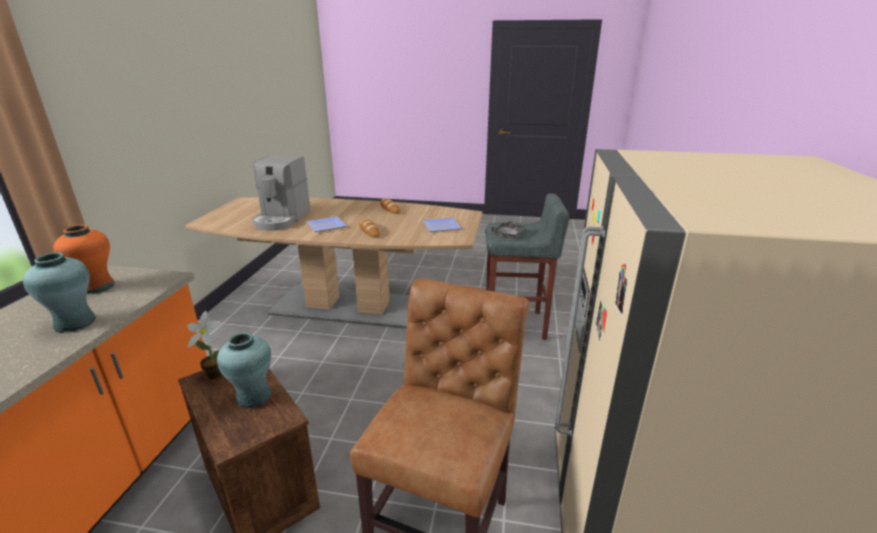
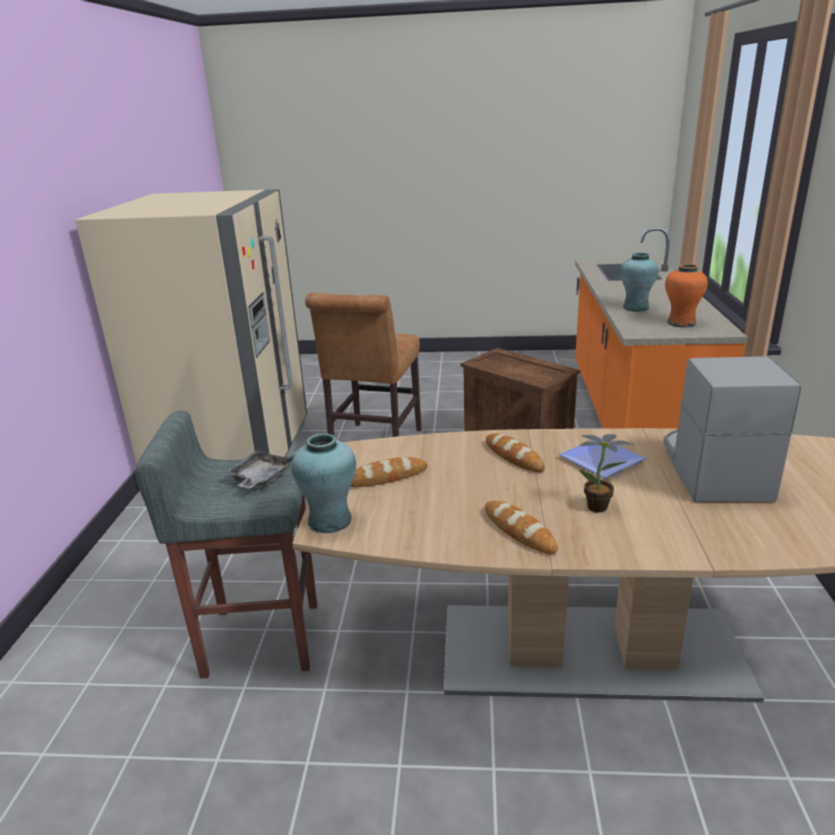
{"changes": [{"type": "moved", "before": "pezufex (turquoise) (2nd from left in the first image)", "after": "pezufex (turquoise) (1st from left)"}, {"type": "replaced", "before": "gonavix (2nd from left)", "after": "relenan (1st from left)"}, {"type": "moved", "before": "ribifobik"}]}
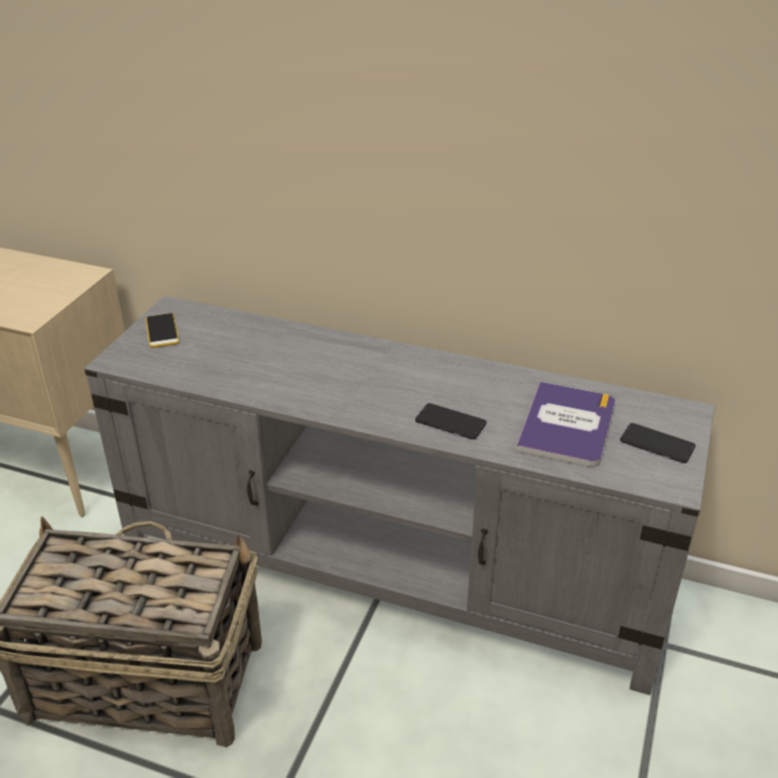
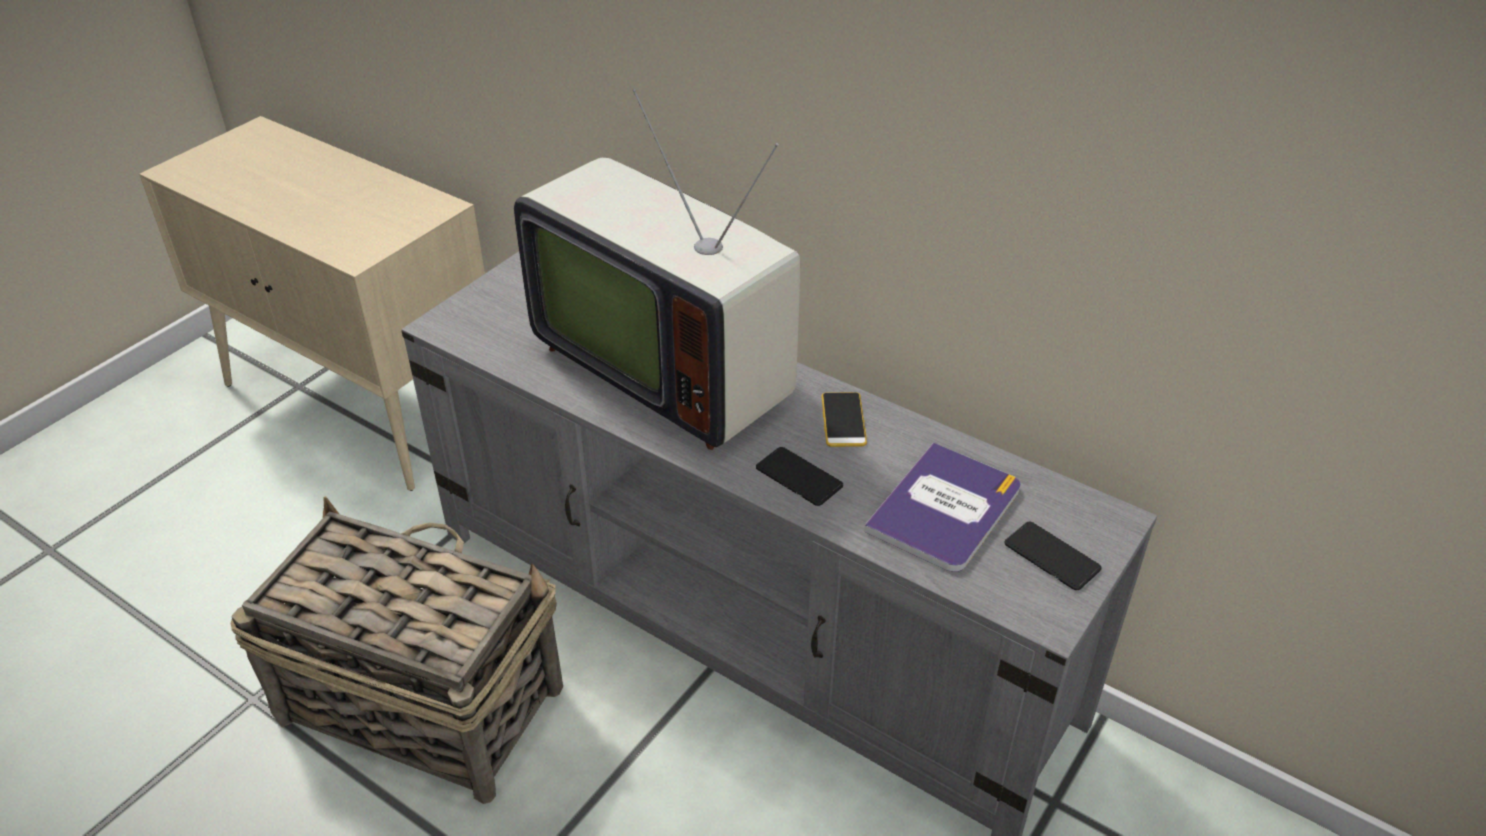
{"changes": [{"type": "added", "after": "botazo"}, {"type": "moved", "before": "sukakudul (1st from left in the first image)", "after": "sukakudul (2nd from left)"}]}
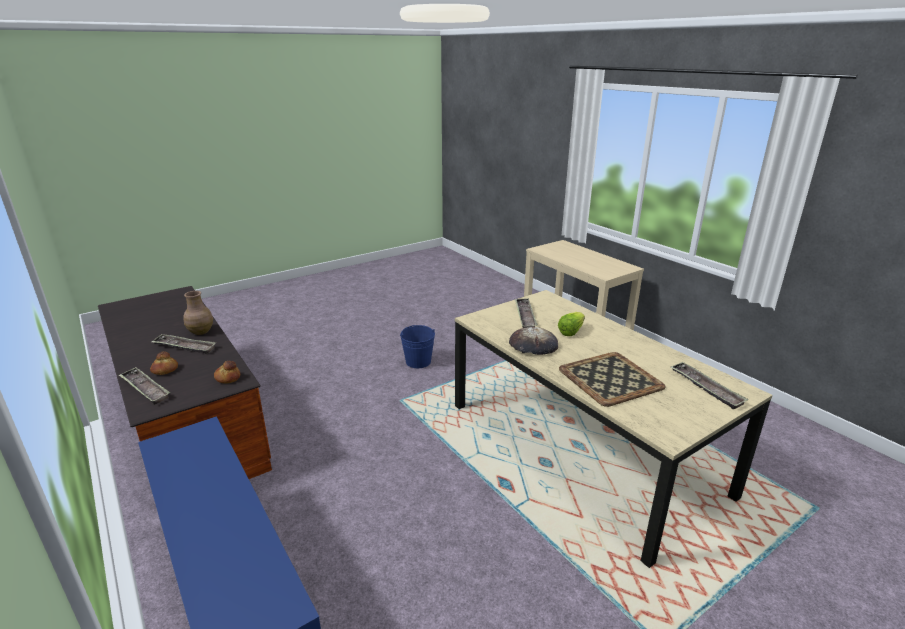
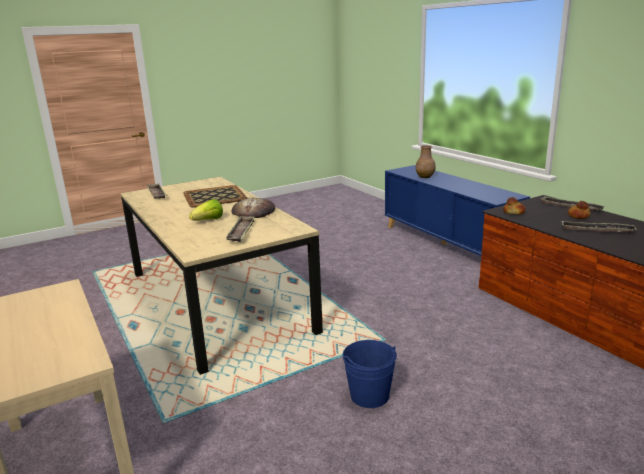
{"changes": [{"type": "moved", "before": "pezufex (brown)"}]}
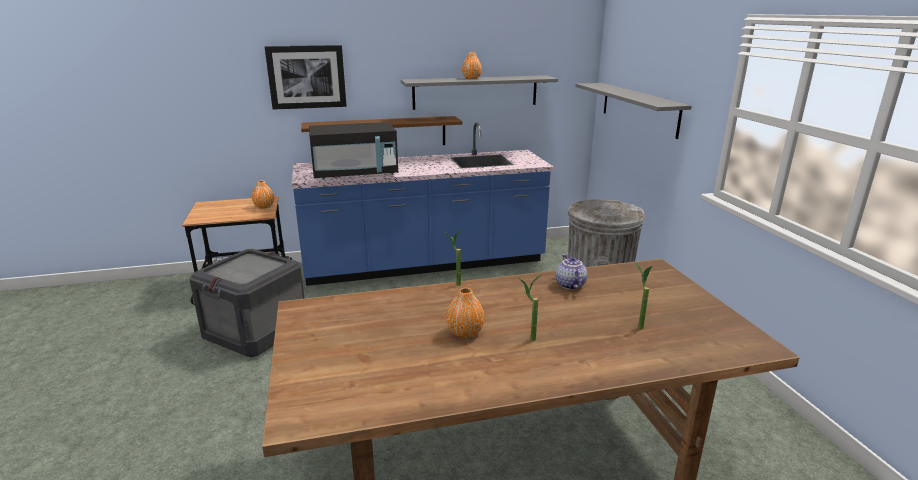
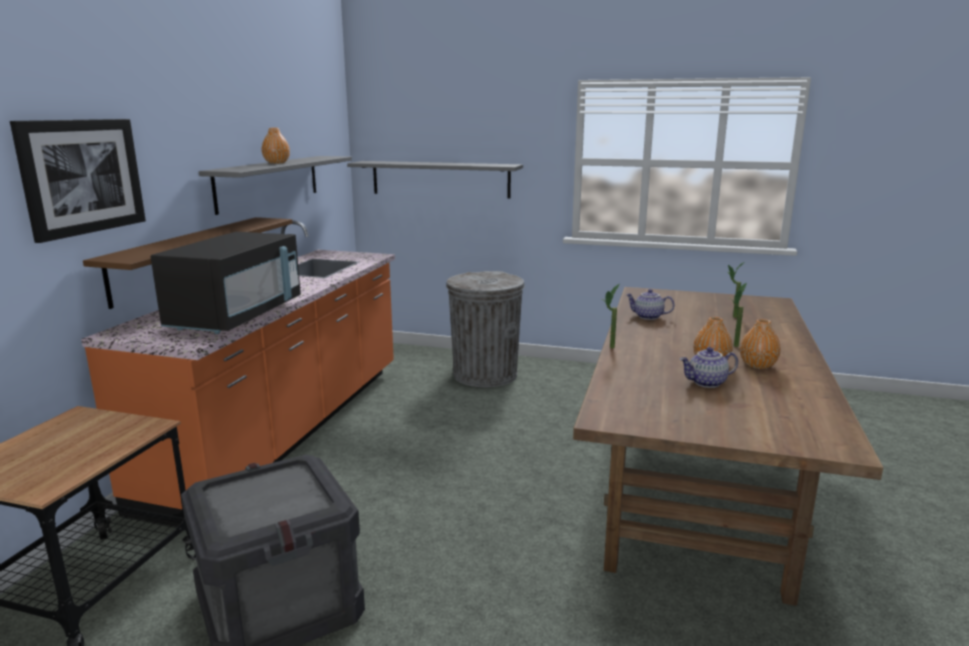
{"changes": [{"type": "recoloured", "before": "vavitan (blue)", "after": "vavitan (orange)"}, {"type": "added", "after": "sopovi (2nd from left)"}, {"type": "moved", "before": "pezufex (orange) (1st from left in the first image)", "after": "pezufex (orange) (3rd from left)"}]}
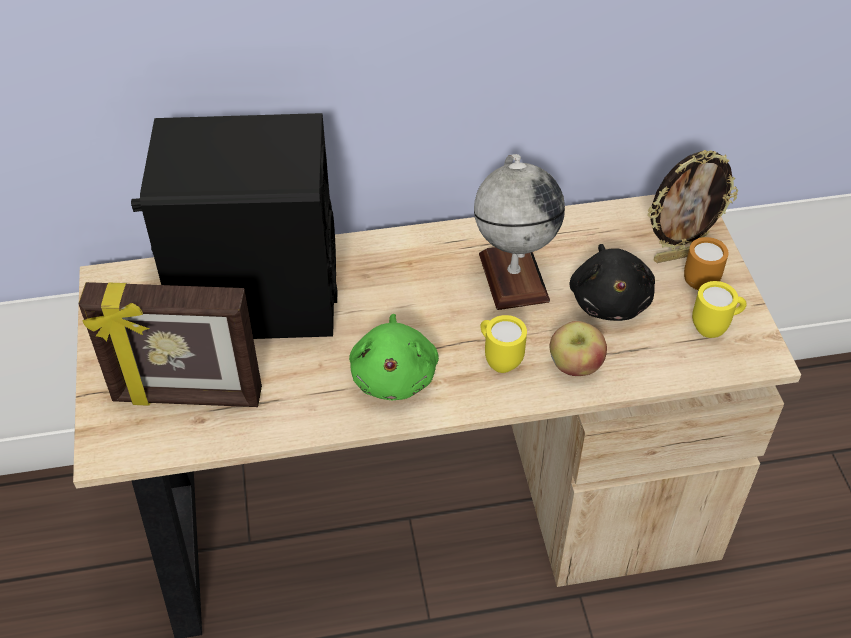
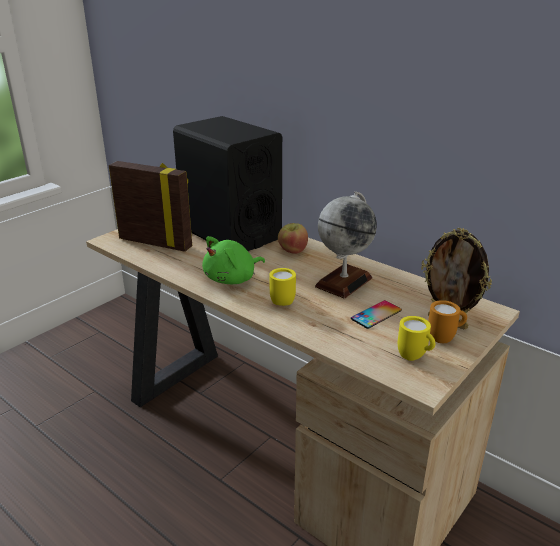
{"changes": [{"type": "turned", "before": "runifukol (1st from left)", "turn": 150}, {"type": "moved", "before": "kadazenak"}, {"type": "replaced", "before": "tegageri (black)", "after": "sukakudul"}]}
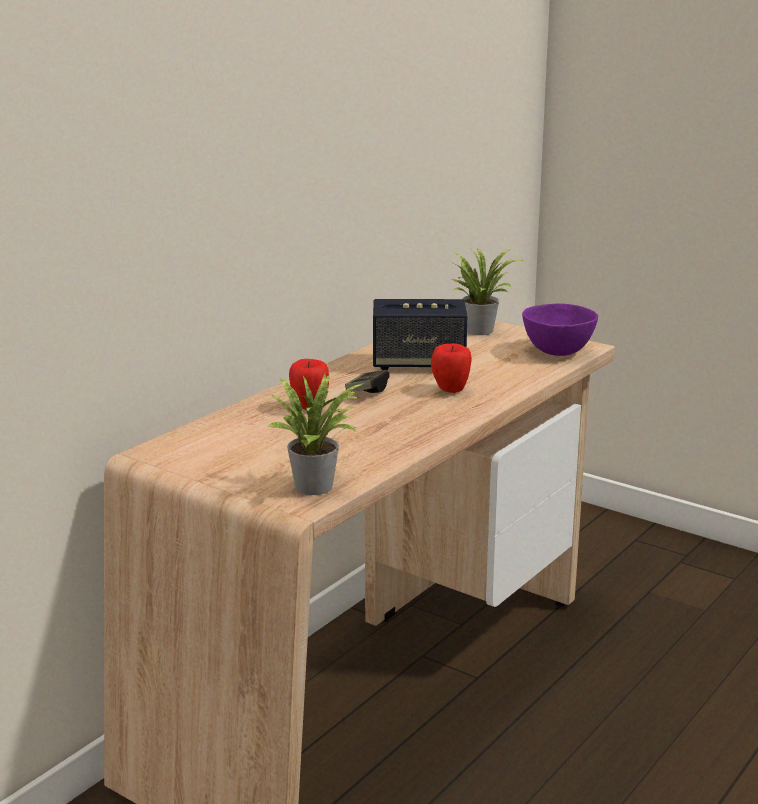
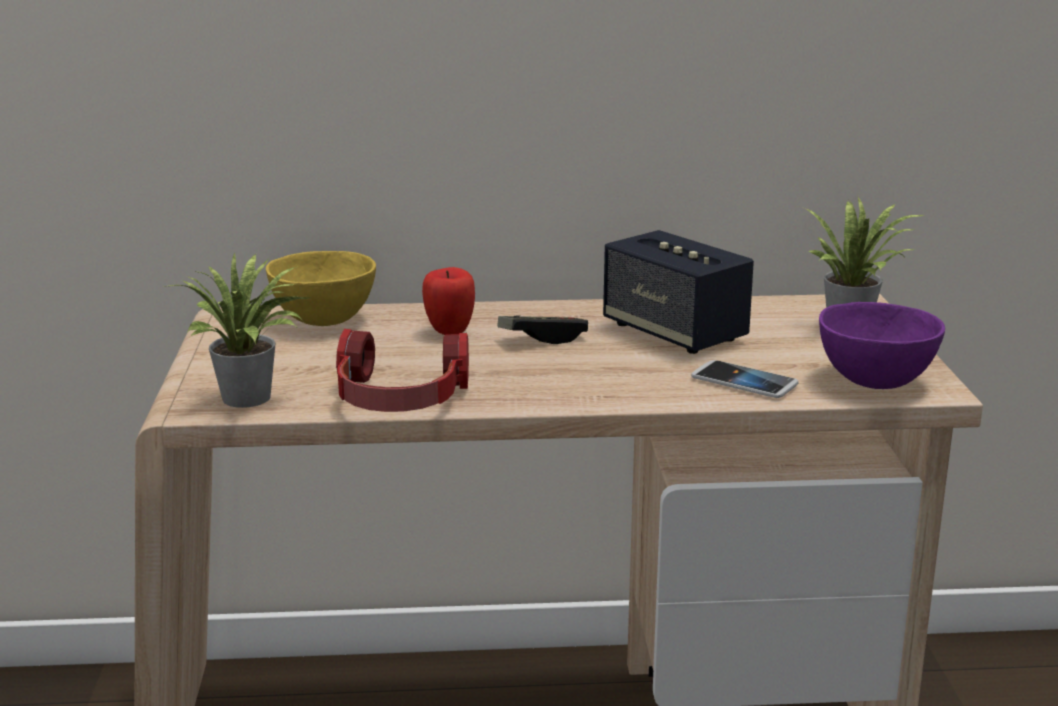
{"changes": [{"type": "added", "after": "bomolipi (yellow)"}, {"type": "added", "after": "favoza"}, {"type": "added", "after": "sukakudul"}, {"type": "removed", "before": "kadazenak (2nd from left)"}]}
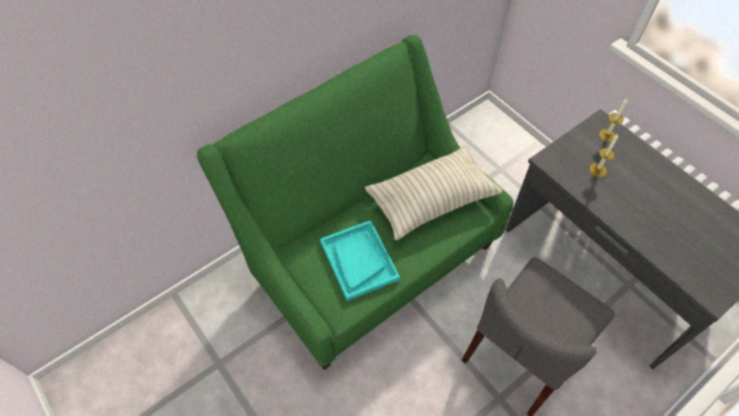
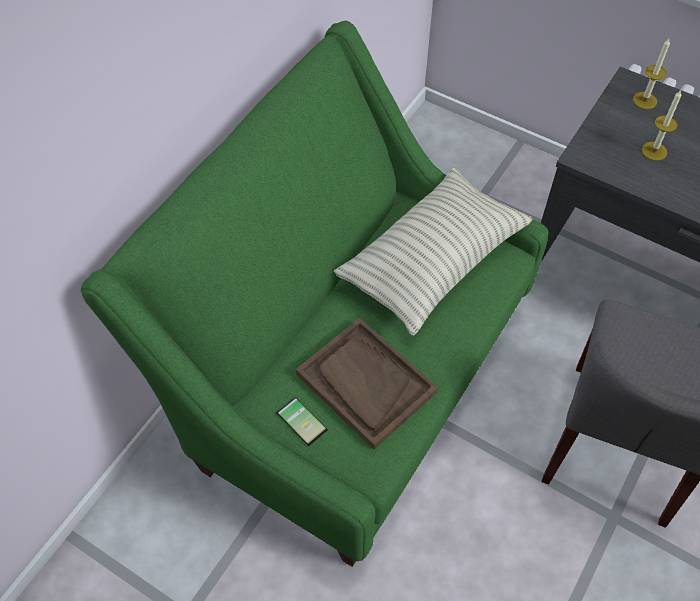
{"changes": [{"type": "added", "after": "sukakudul"}, {"type": "recoloured", "before": "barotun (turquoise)", "after": "barotun (brown)"}]}
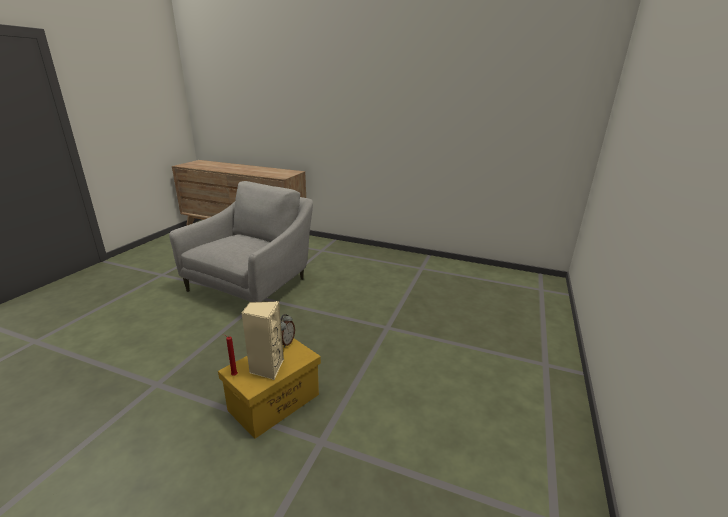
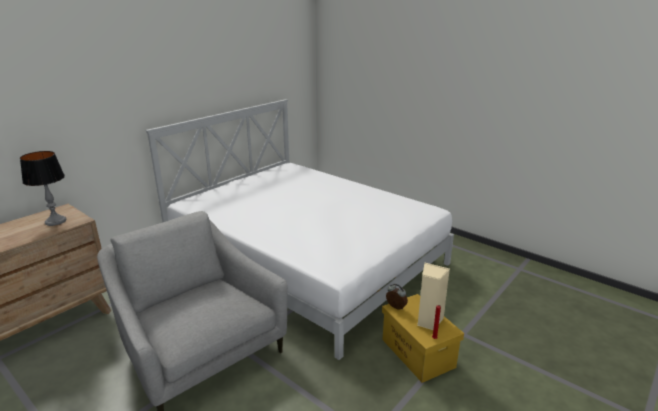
{"changes": [{"type": "added", "after": "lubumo"}, {"type": "added", "after": "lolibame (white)"}]}
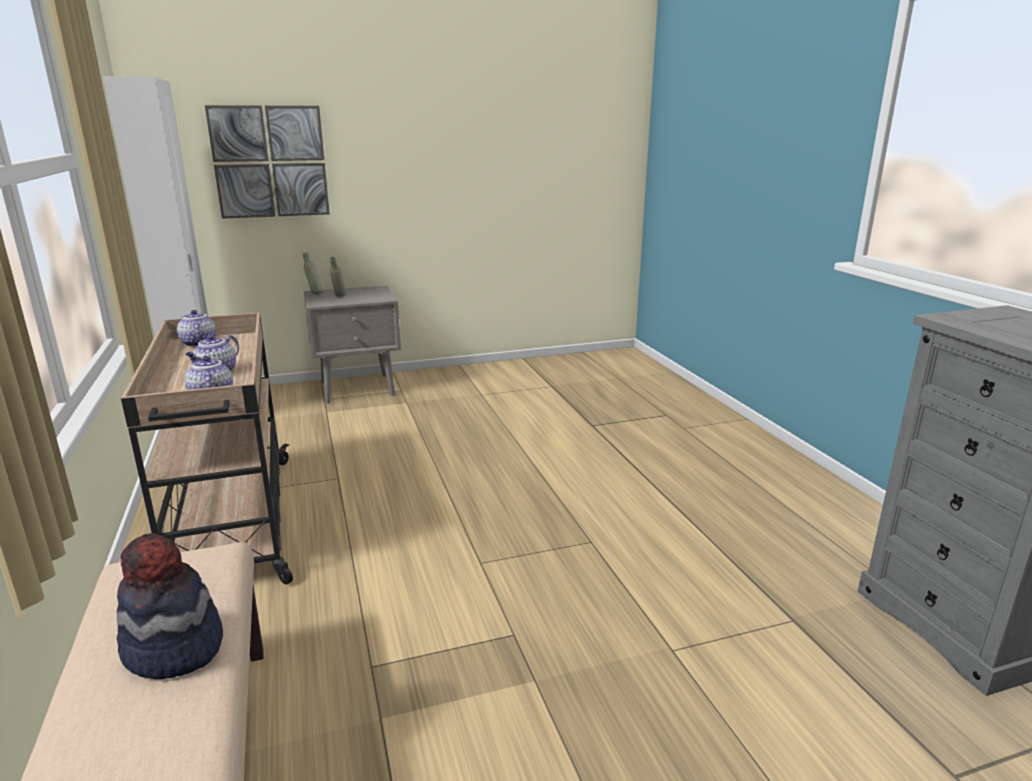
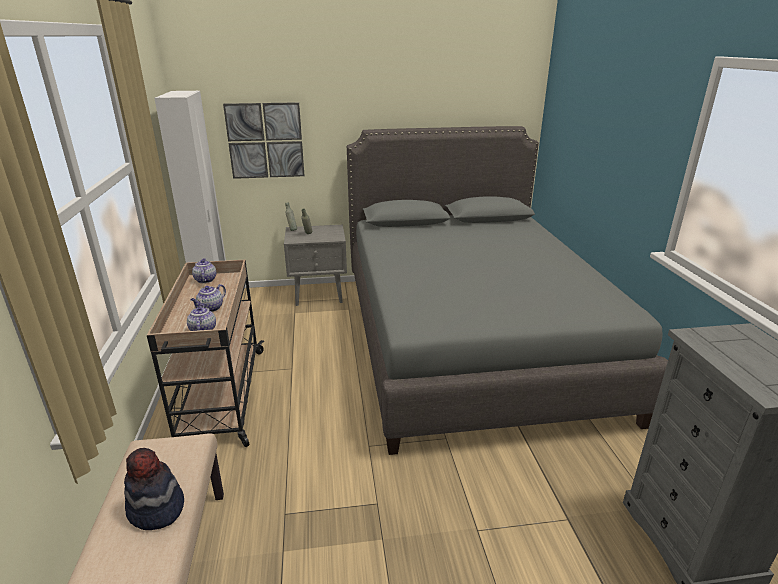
{"changes": [{"type": "added", "after": "lolibame (grey)"}]}
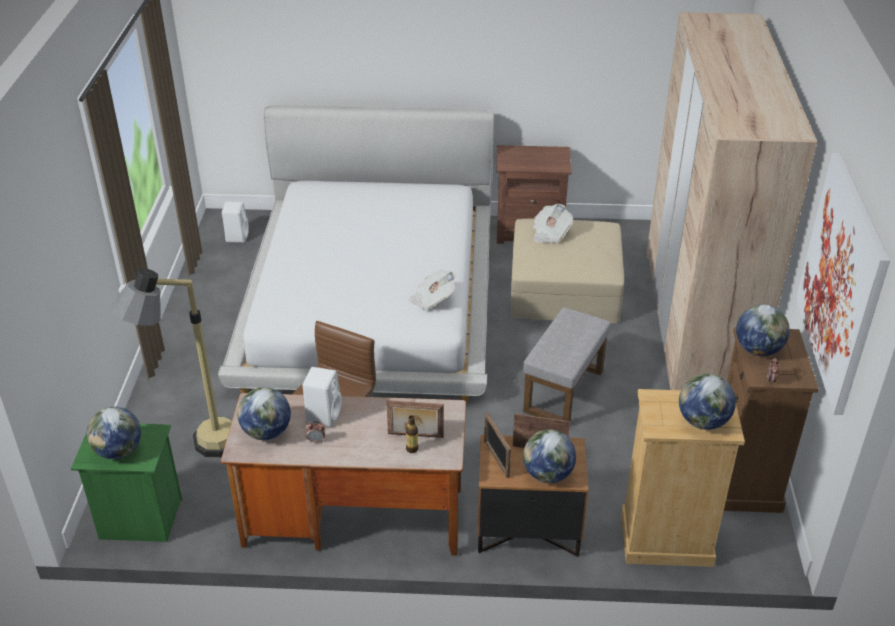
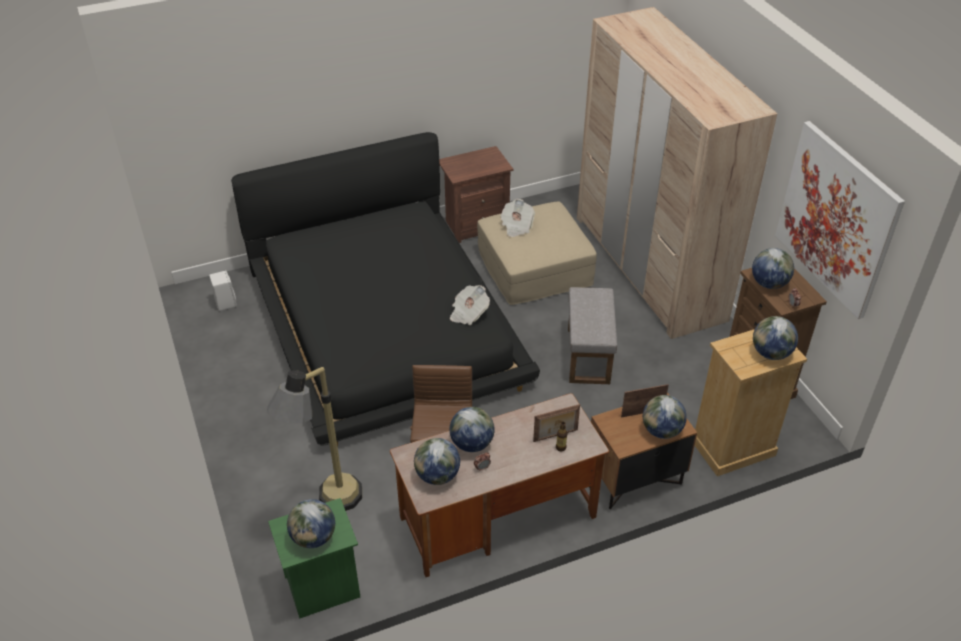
{"changes": [{"type": "recoloured", "before": "lolibame (white)", "after": "lolibame (black)"}, {"type": "replaced", "before": "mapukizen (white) (2nd from left)", "after": "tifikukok (3rd from left)"}, {"type": "removed", "before": "runifukol (2nd from left)"}]}
